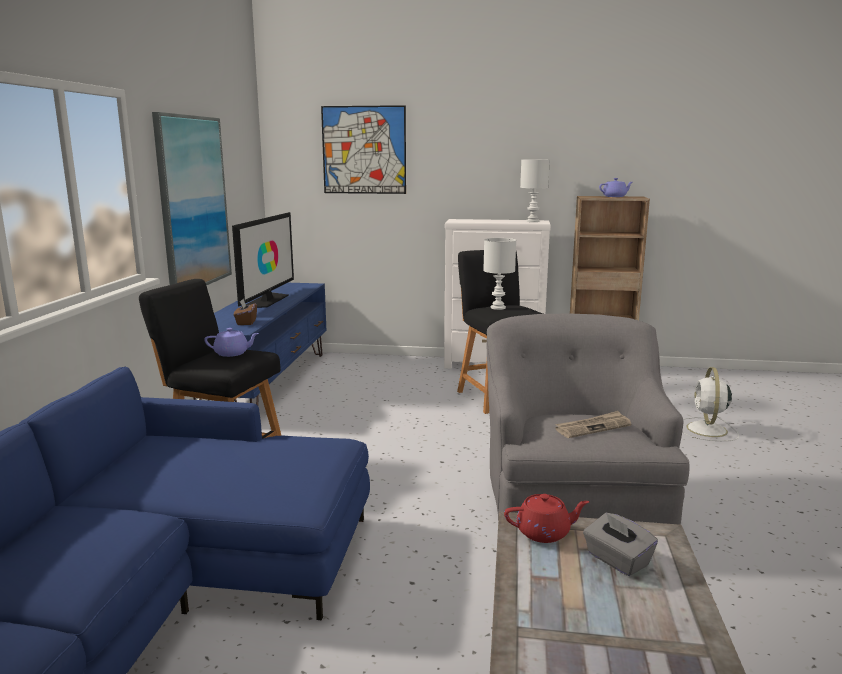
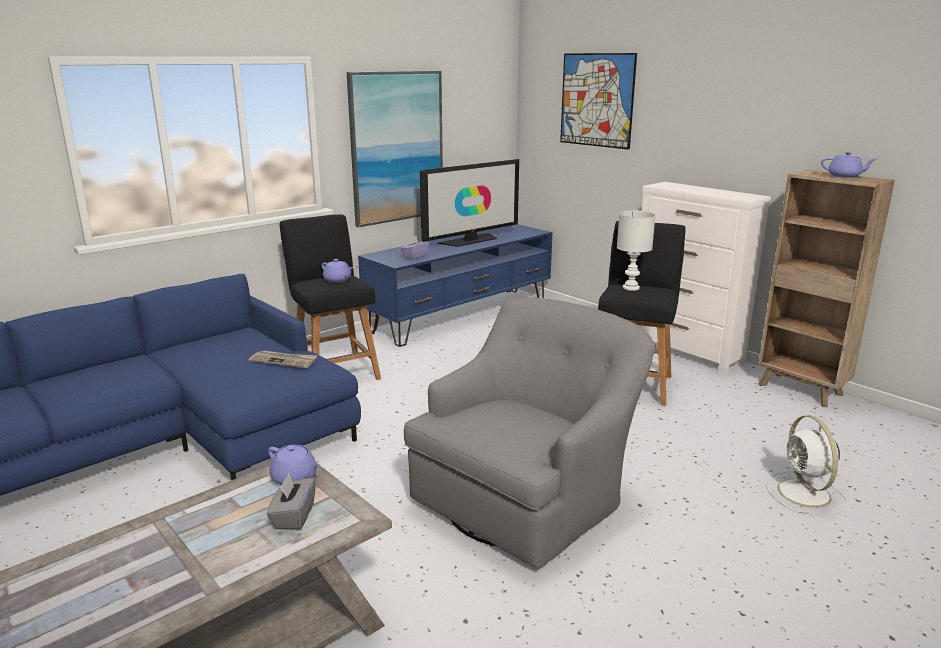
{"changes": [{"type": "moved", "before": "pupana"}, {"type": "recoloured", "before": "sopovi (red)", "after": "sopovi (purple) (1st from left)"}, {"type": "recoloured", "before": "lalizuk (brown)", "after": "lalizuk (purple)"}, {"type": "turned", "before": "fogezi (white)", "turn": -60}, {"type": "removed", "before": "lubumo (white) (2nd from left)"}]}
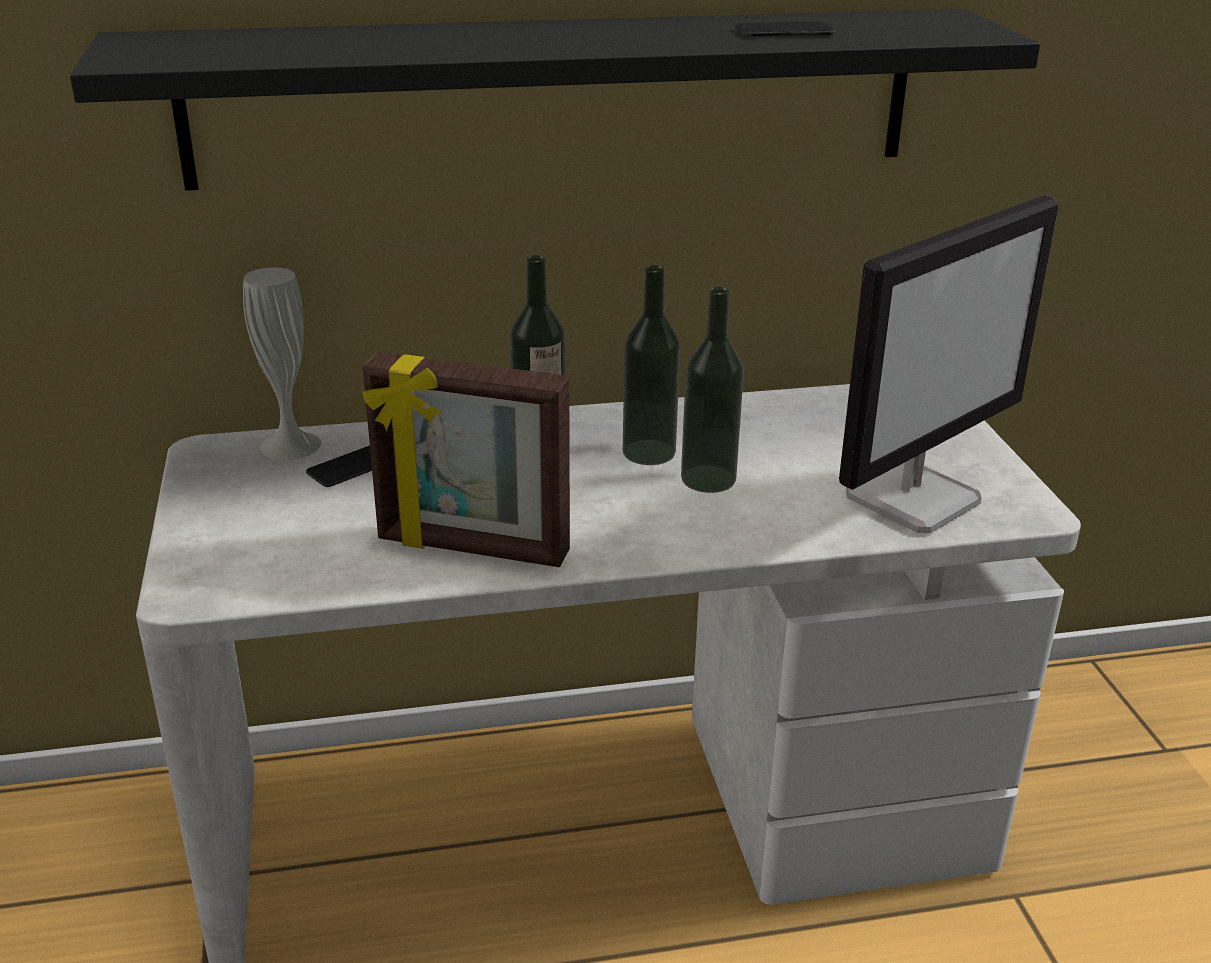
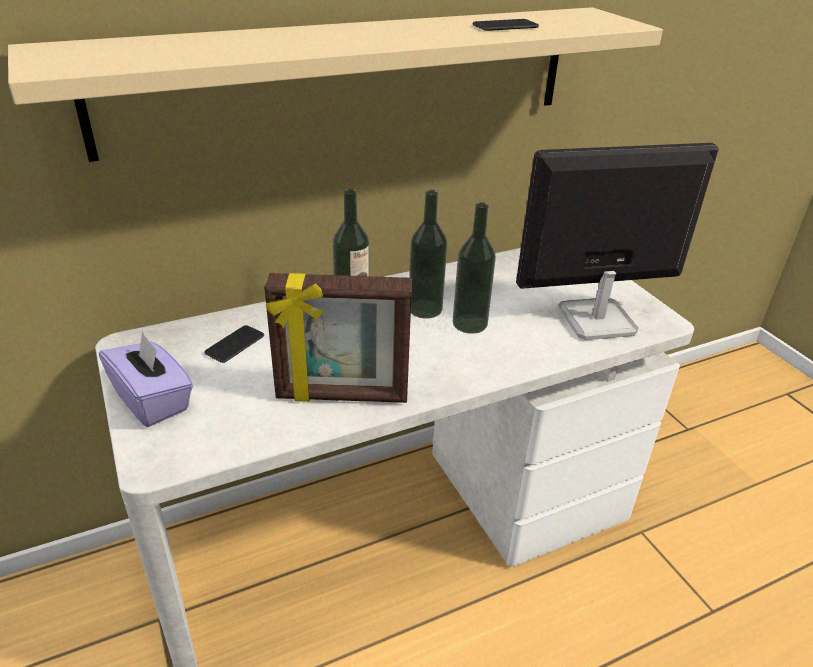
{"changes": [{"type": "recoloured", "before": "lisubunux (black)", "after": "lisubunux (beige)"}, {"type": "added", "after": "lalizuk (purple)"}, {"type": "turned", "before": "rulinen", "turn": -135}, {"type": "removed", "before": "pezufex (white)"}]}
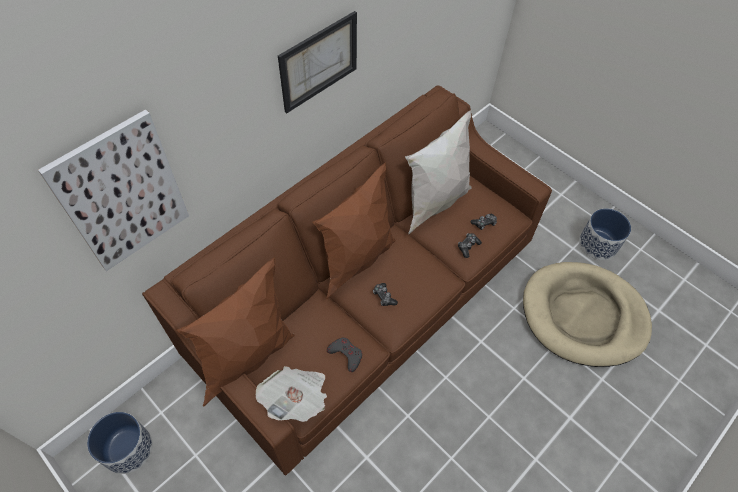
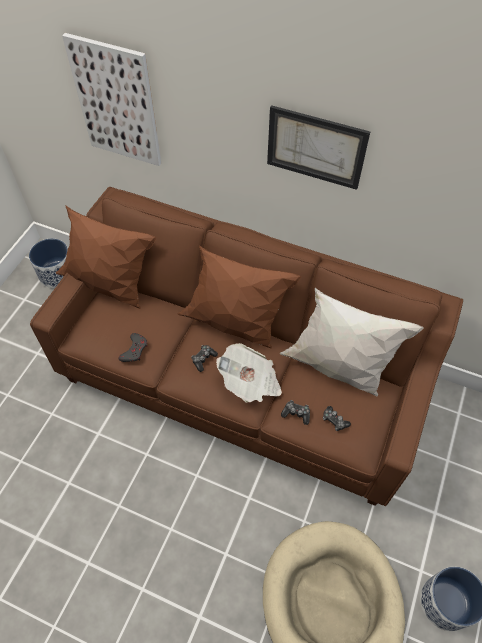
{"changes": [{"type": "moved", "before": "pupana"}]}
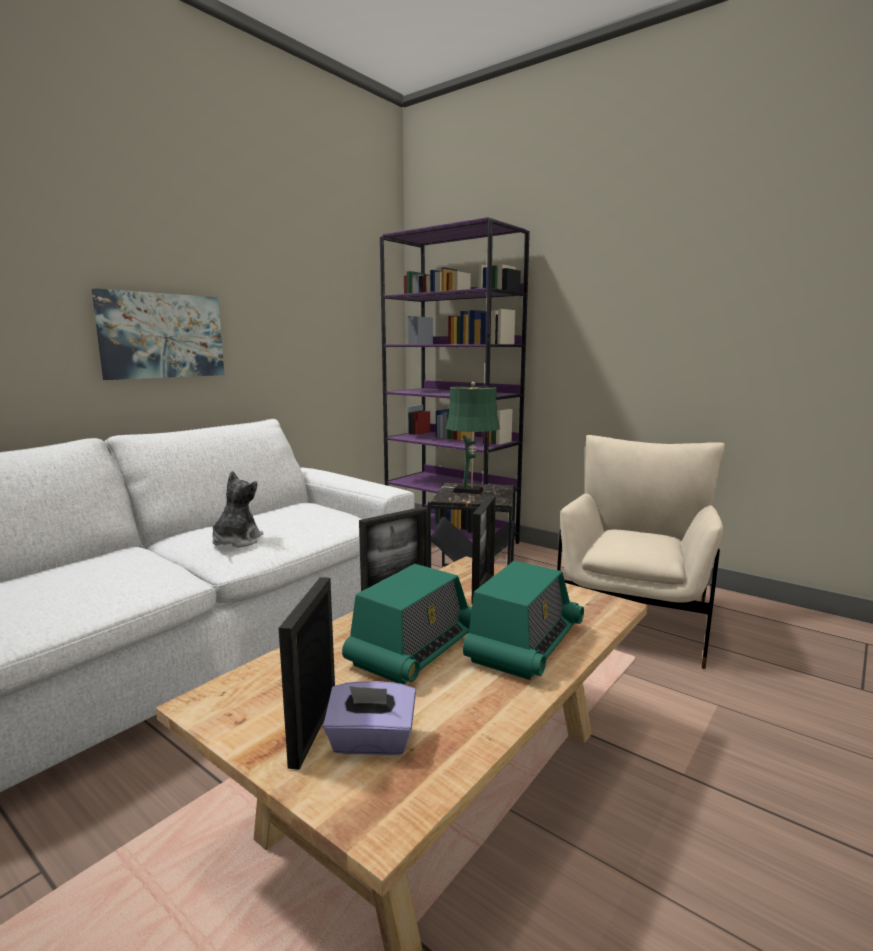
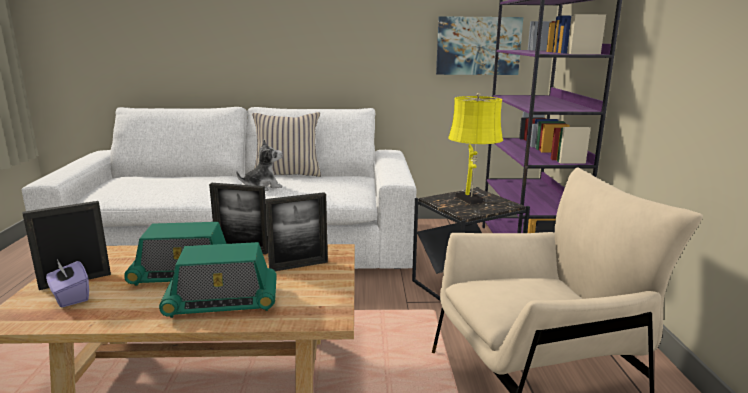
{"changes": [{"type": "added", "after": "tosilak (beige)"}, {"type": "moved", "before": "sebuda"}, {"type": "recoloured", "before": "lubumo (green)", "after": "lubumo (yellow)"}]}
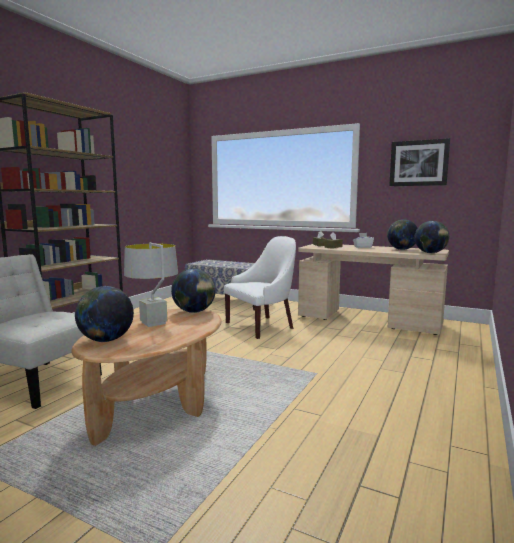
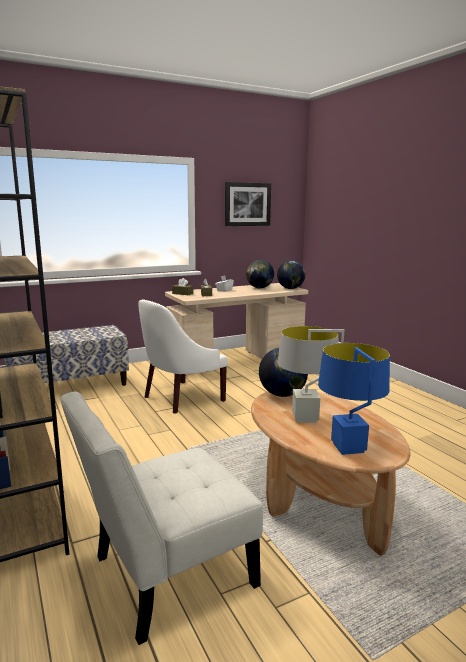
{"changes": [{"type": "turned", "before": "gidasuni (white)", "turn": -135}, {"type": "replaced", "before": "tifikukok (1st from left)", "after": "lubumo (blue)"}]}
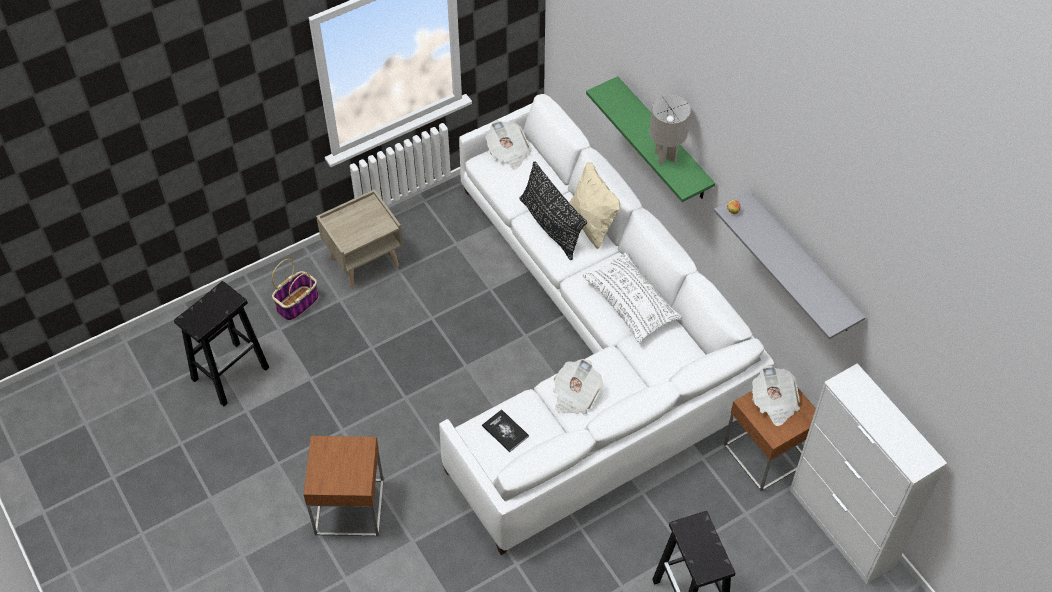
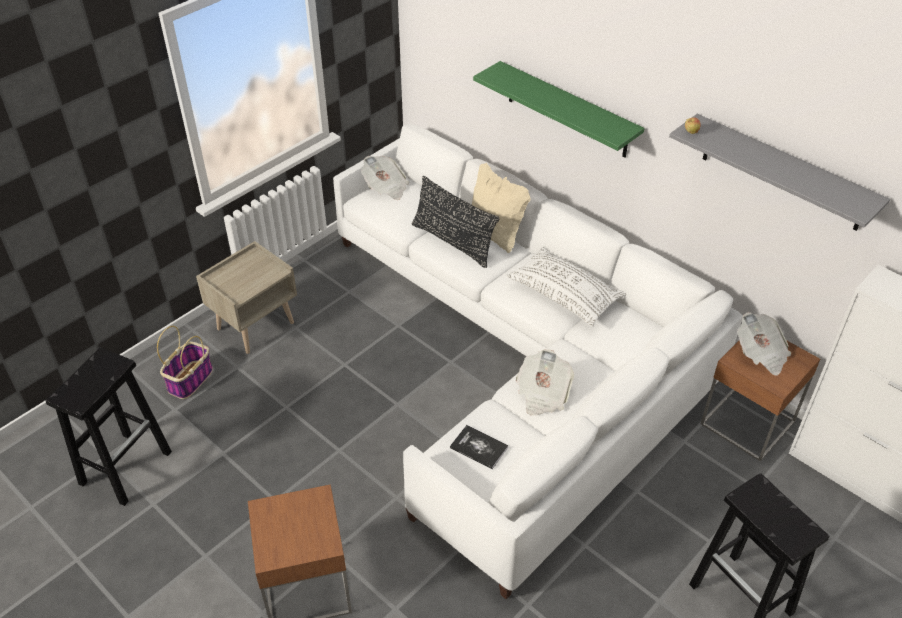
{"changes": [{"type": "removed", "before": "lubumo (grey)"}]}
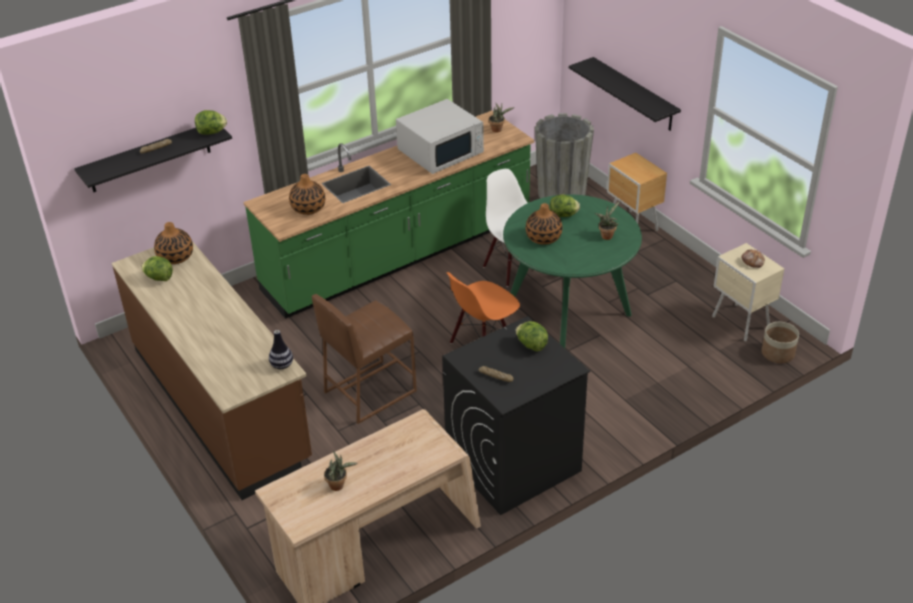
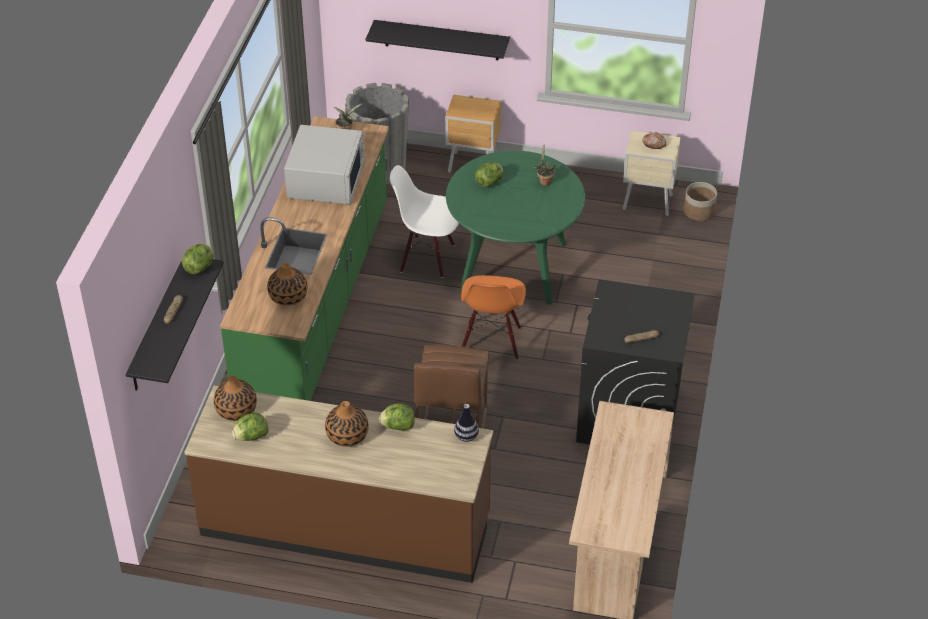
{"changes": [{"type": "moved", "before": "pezufex (4th from left in the first image)", "after": "pezufex (3rd from left)"}, {"type": "moved", "before": "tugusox (3rd from left)"}, {"type": "removed", "before": "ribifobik (1st from left)"}]}
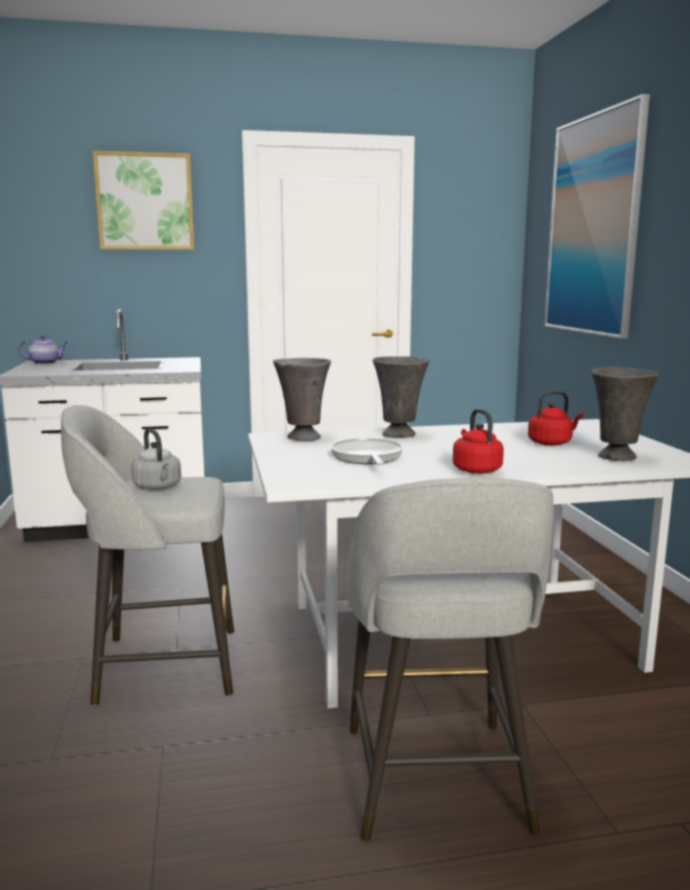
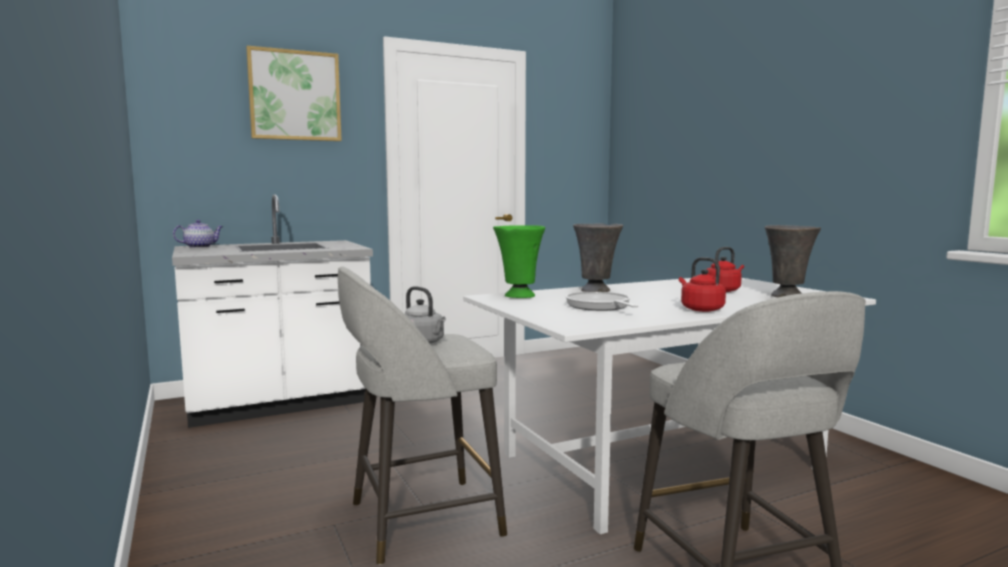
{"changes": [{"type": "recoloured", "before": "pezufex (grey) (1st from left)", "after": "pezufex (green)"}, {"type": "removed", "before": "sebuda (2nd from left)"}]}
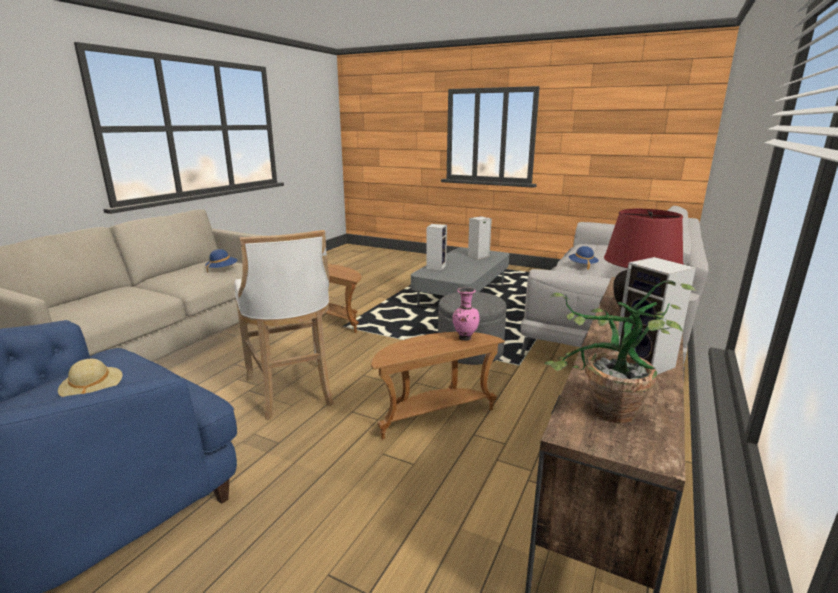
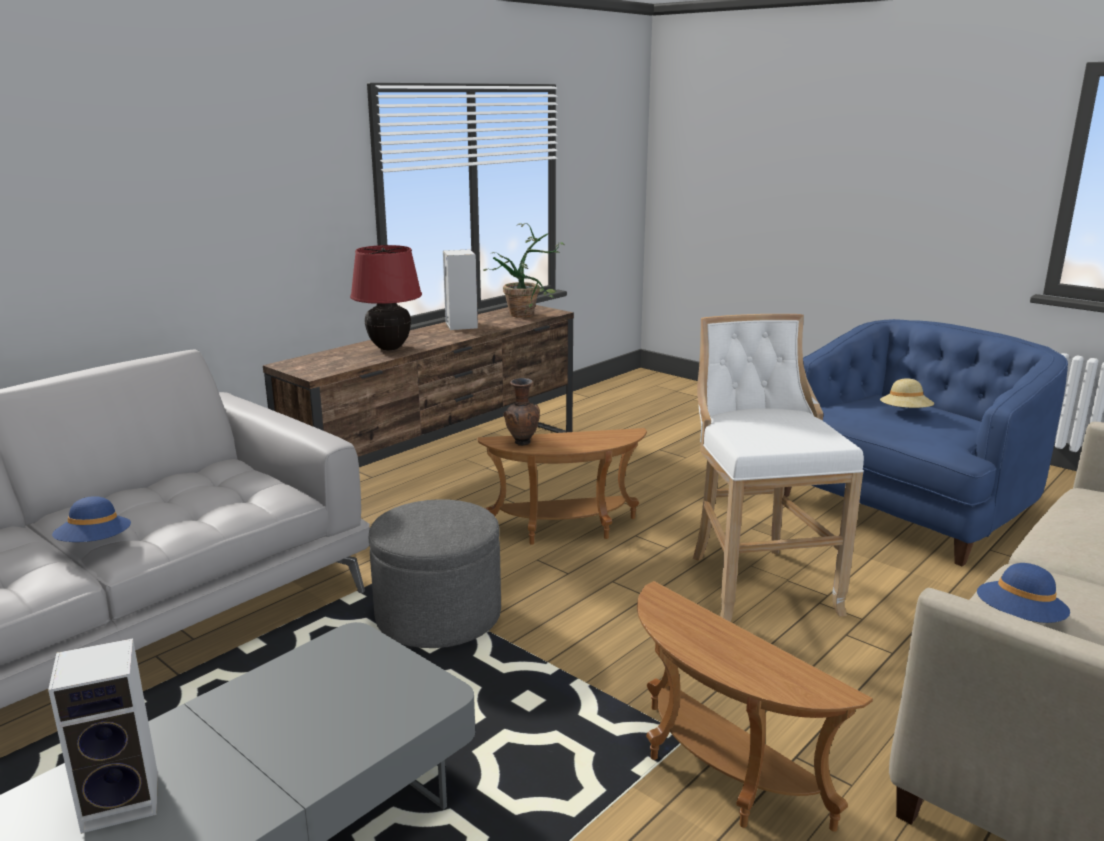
{"changes": [{"type": "recoloured", "before": "pezufex (pink)", "after": "pezufex (brown)"}, {"type": "removed", "before": "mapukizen (1st from left)"}]}
